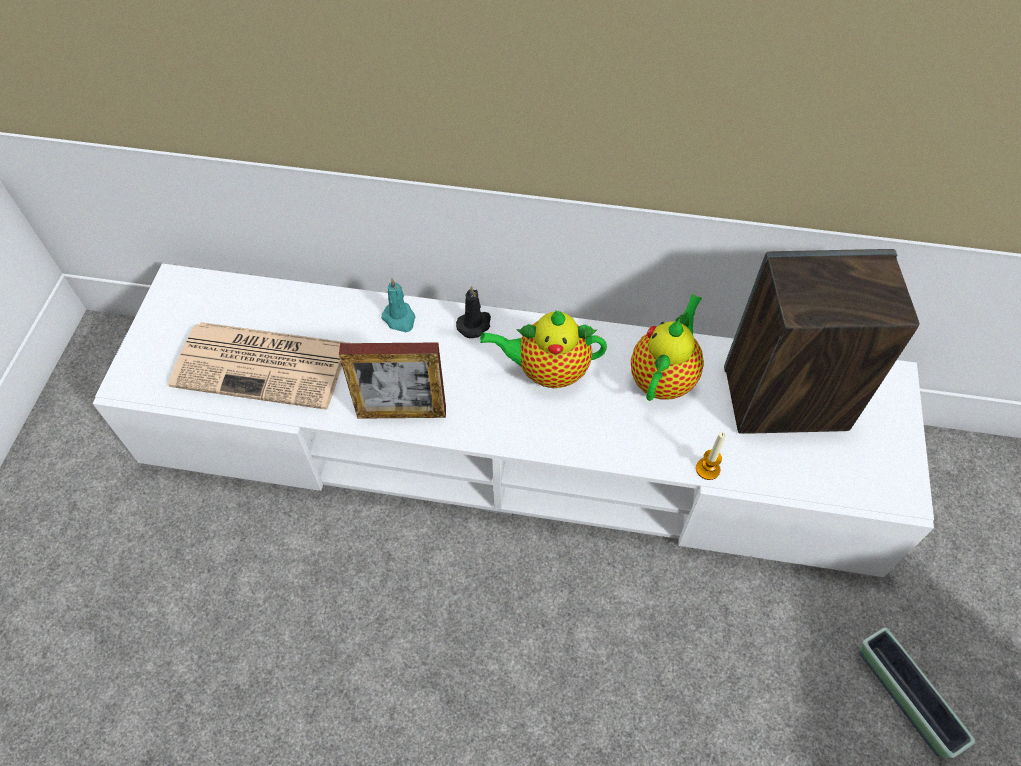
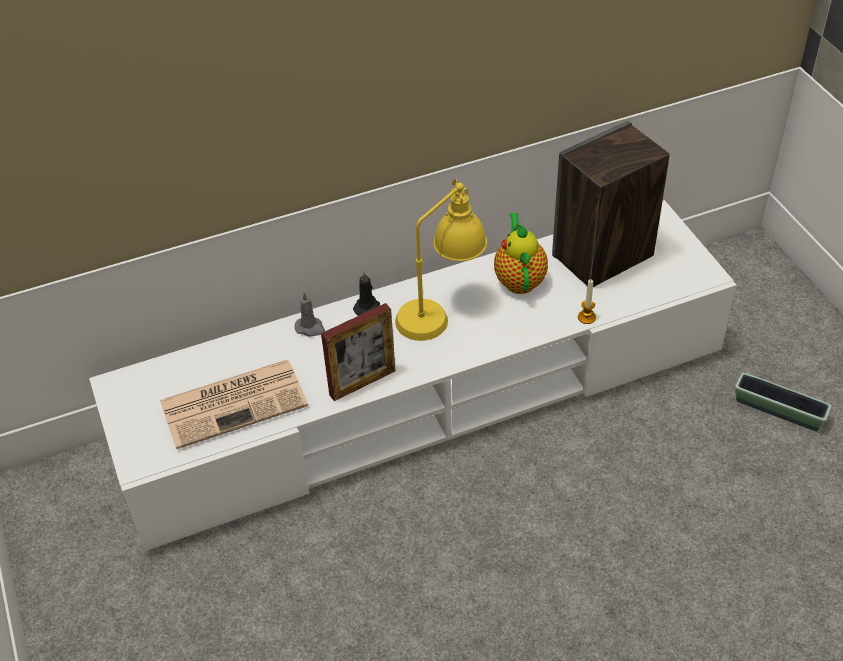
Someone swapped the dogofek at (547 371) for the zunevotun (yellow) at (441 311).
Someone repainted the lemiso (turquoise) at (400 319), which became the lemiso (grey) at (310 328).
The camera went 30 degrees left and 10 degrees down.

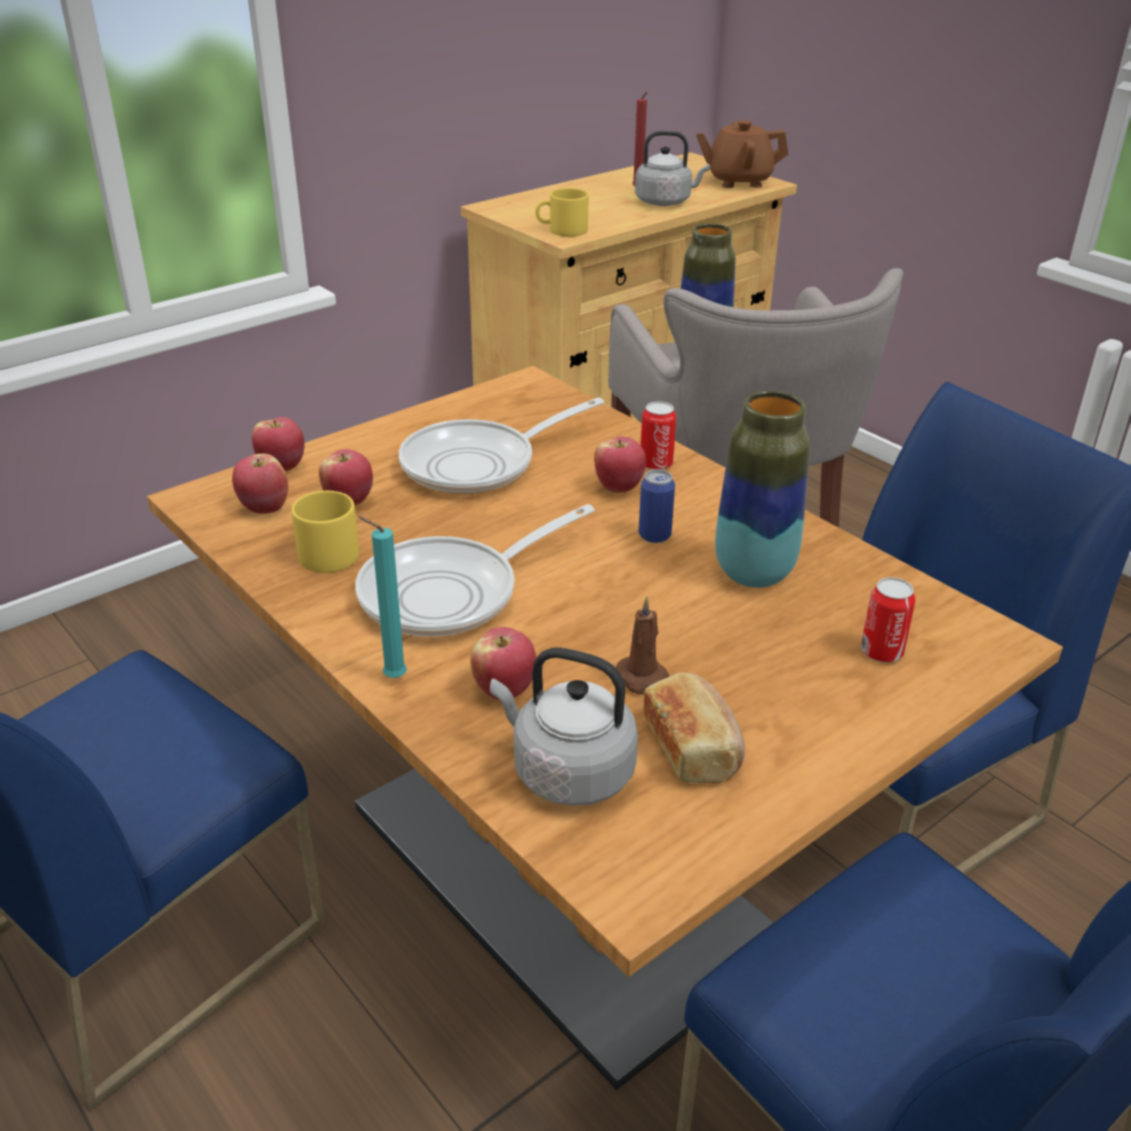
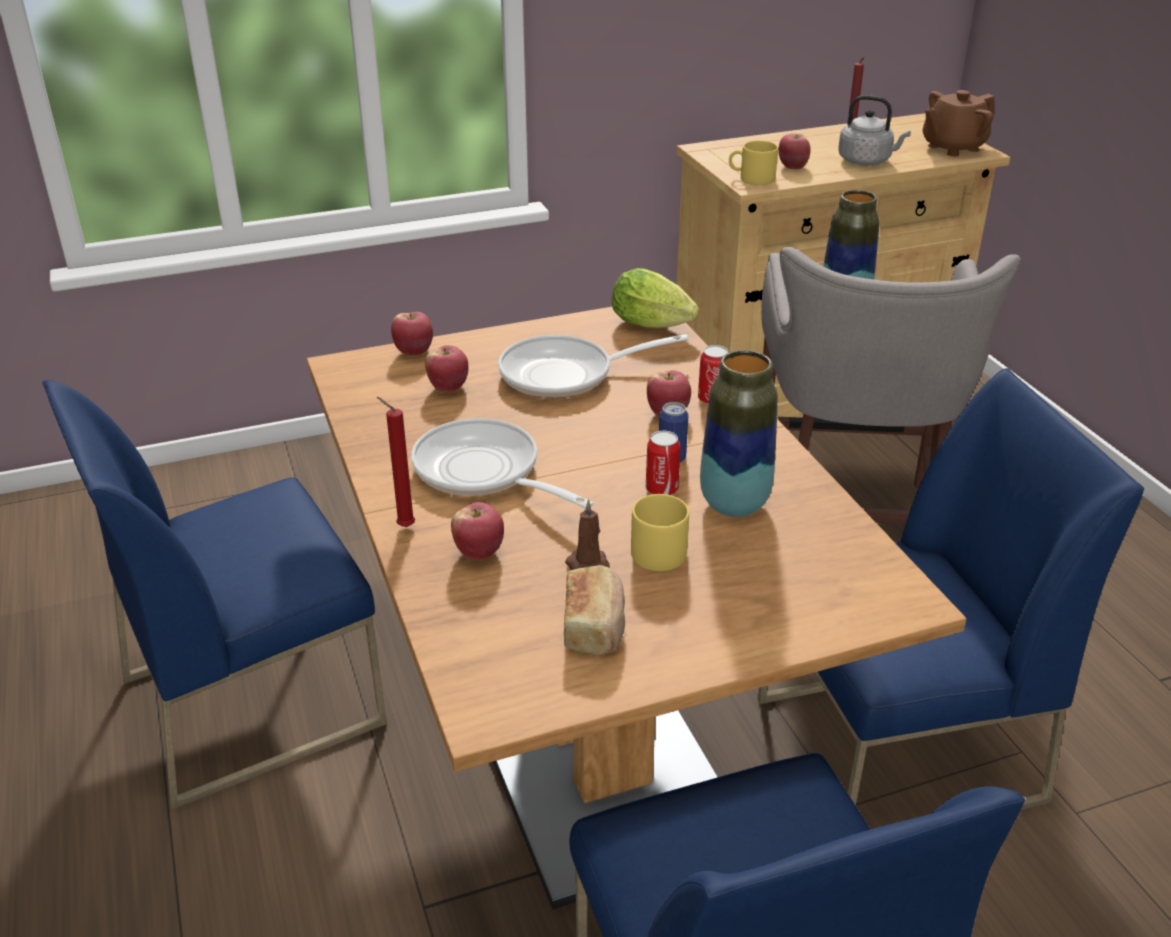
Someone took away the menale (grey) at (567 772).
Someone put down the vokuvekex at (655 326).
Someone carried the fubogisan from (264 507) to (792 167).
Someone carried the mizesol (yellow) from (324 551) to (655 547).
Someone carried the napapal from (881 652) to (662 489).
Someone repainted the lemiso (turquoise) at (391 678), which became the lemiso (red) at (403 526).
Someone rotated the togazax at (451 593) by 60 degrees clockwise.
Someone rotated the dogofek (brown) at (738 181) by 45 degrees counterclockwise.
The camera went 20 degrees right and 0 degrees up.

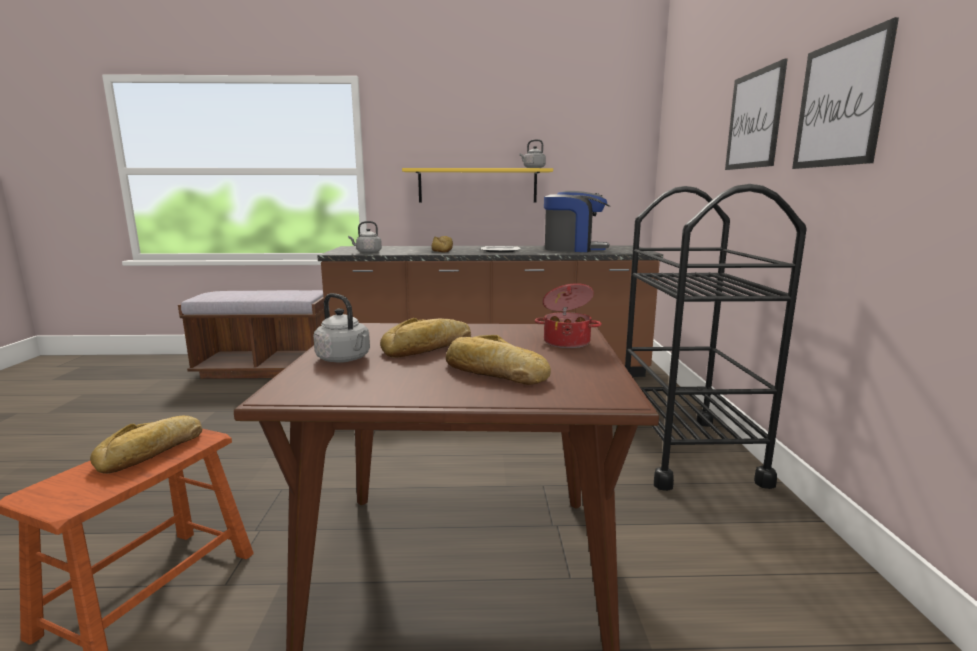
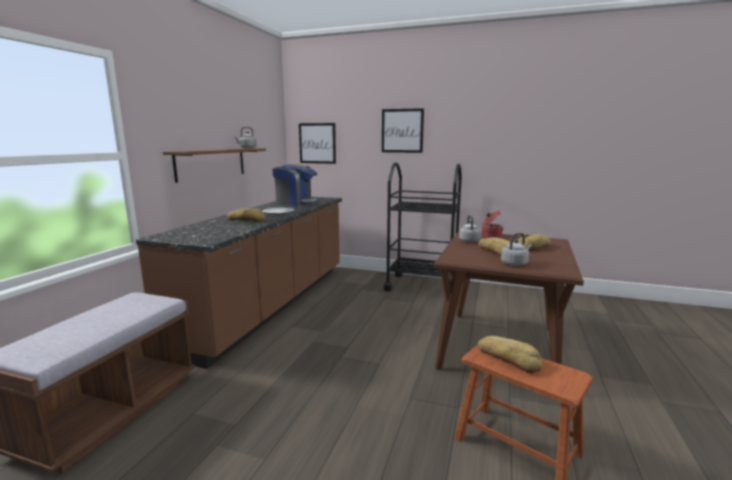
Someone carried the menale (grey) from (367 252) to (470 241).
Someone carried the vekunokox from (840 103) to (317 143).
Someone repainted the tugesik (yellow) at (477 186), which became the tugesik (brown) at (211 163).
Someone rotated the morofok at (574 249) by 75 degrees clockwise.
The camera went 70 degrees left and 0 degrees up.

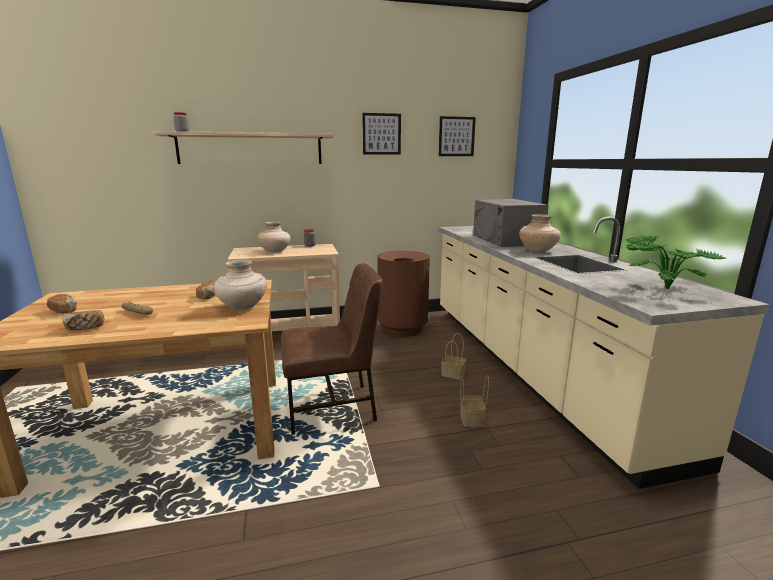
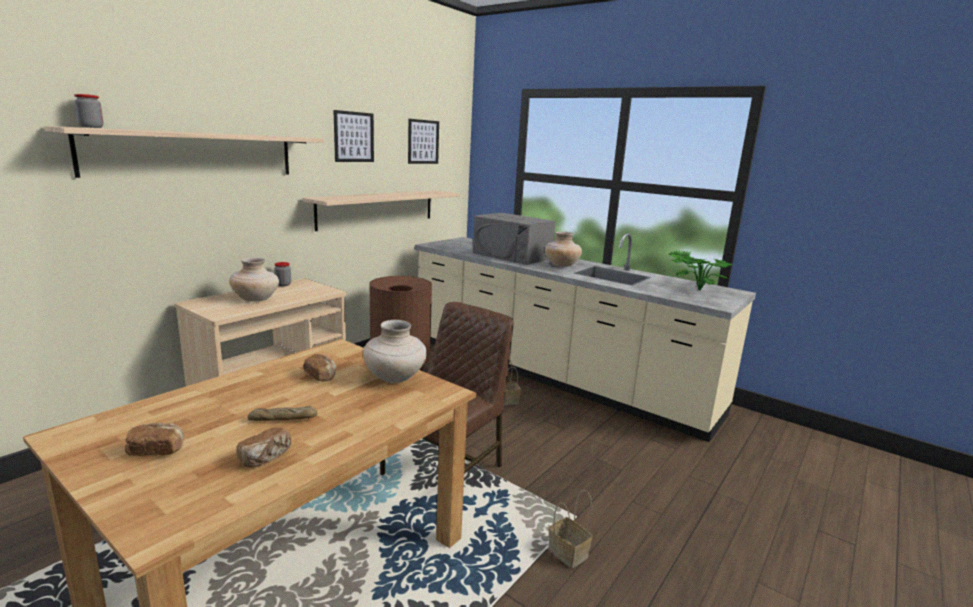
Someone put up the tugesik at (378 208).
Someone carried the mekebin from (472 420) to (569 553).
The camera went 40 degrees left and 0 degrees up.

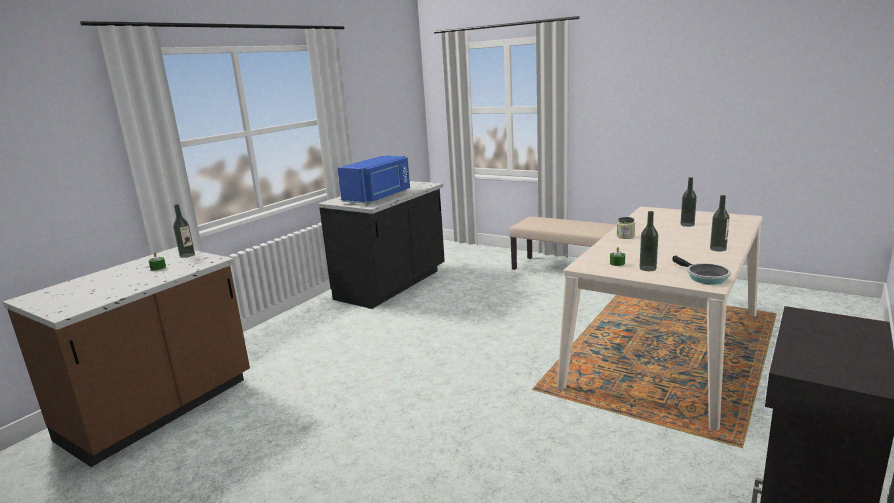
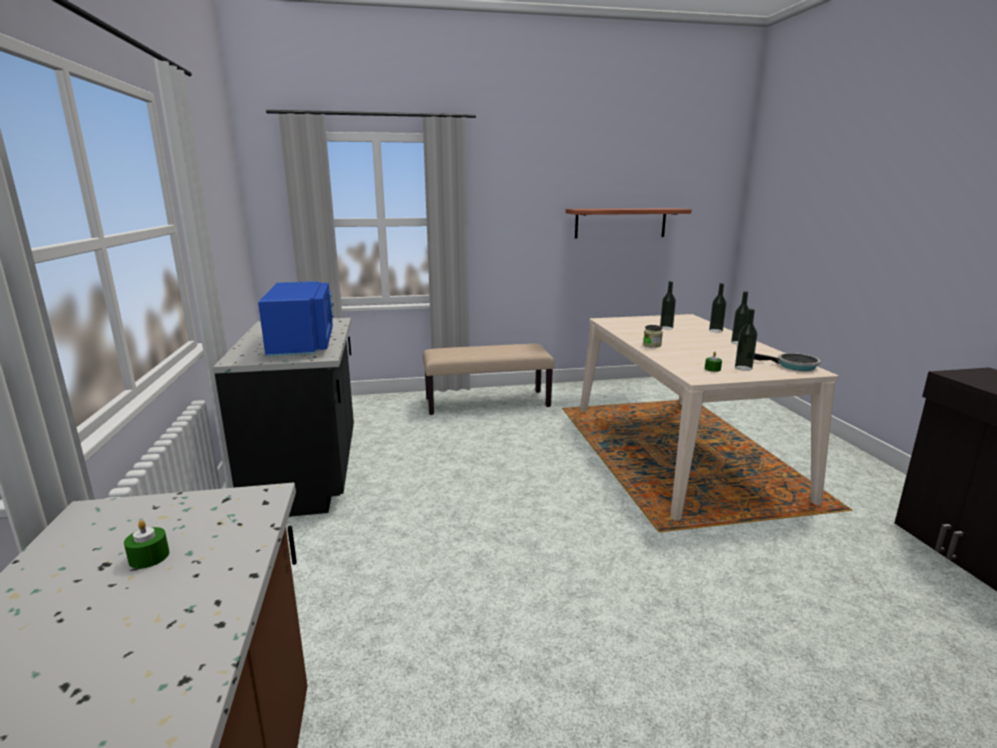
Someone put up the tugesik at (620 223).
Someone carried the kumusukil from (187 255) to (716 330).
The camera went 45 degrees left and 0 degrees up.

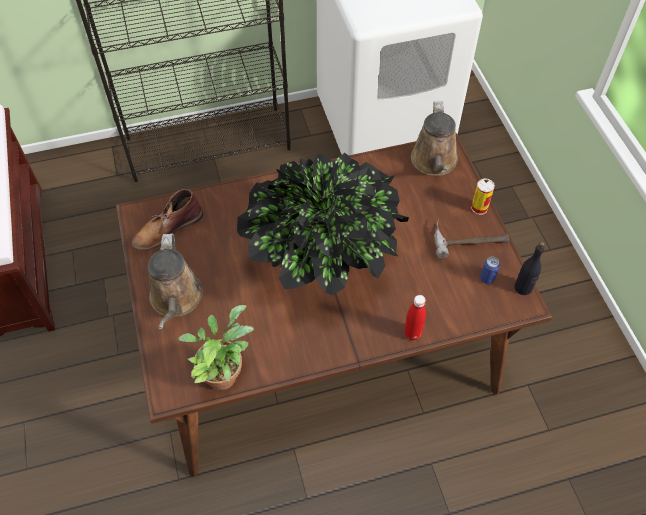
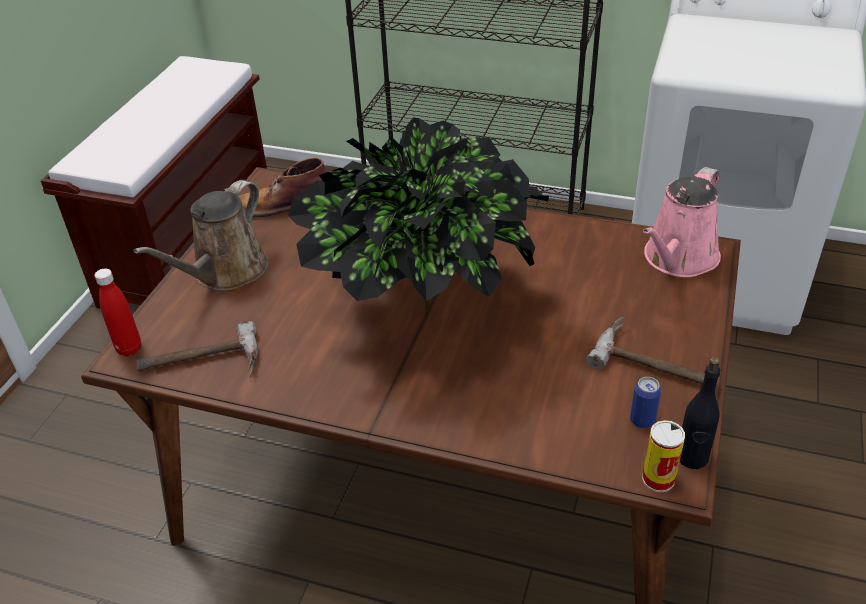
Someone carried the kumusukil (red) from (412 333) to (129 349).
Someone carried the napapal from (479 208) to (658 479).
Someone swapped the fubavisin at (223 372) for the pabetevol at (200 365).
Someone repainted the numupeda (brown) at (434 162), which became the numupeda (pink) at (678 259).
The camera went 35 degrees right and 15 degrees down.

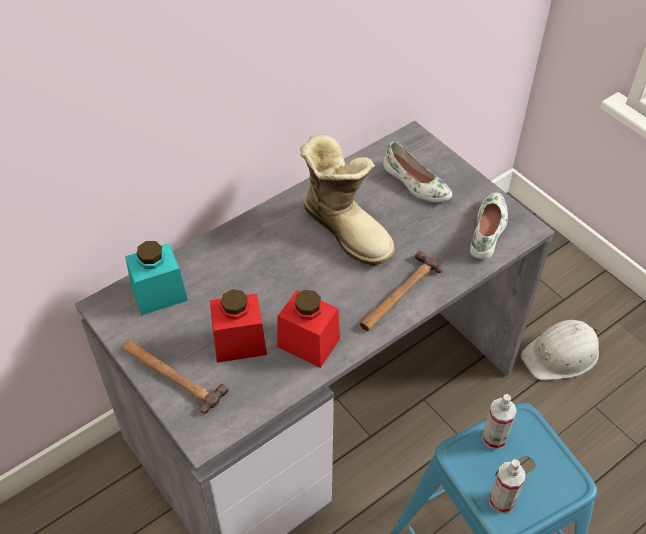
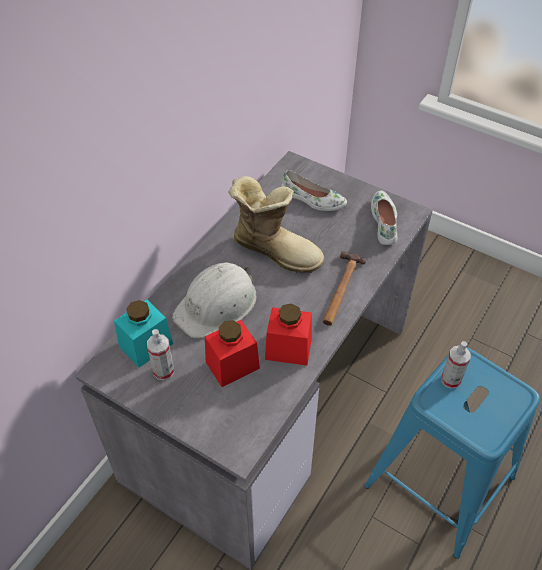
Someone took away the pabetevol at (171 375).
Someone carried the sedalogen from (501 501) to (163 371).
Someone carried the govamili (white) from (561 354) to (217 305).
The camera went 20 degrees left and 0 degrees up.

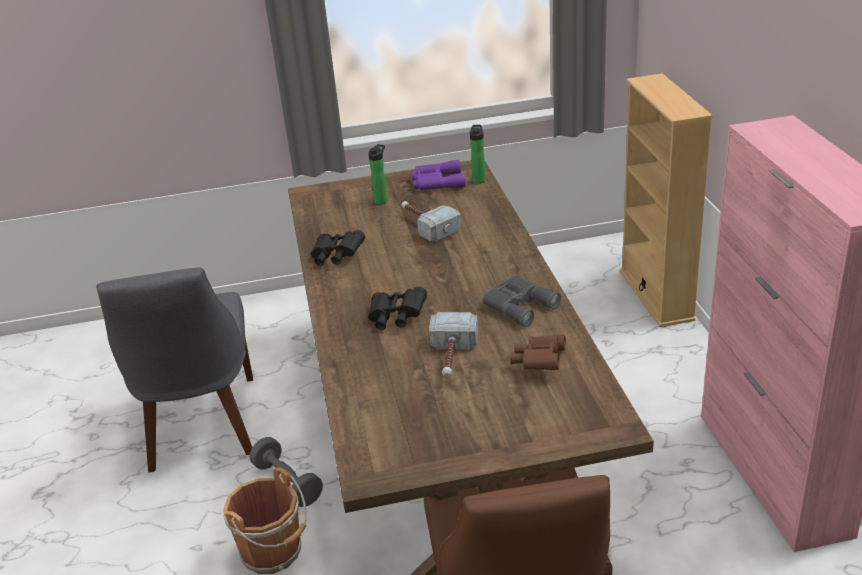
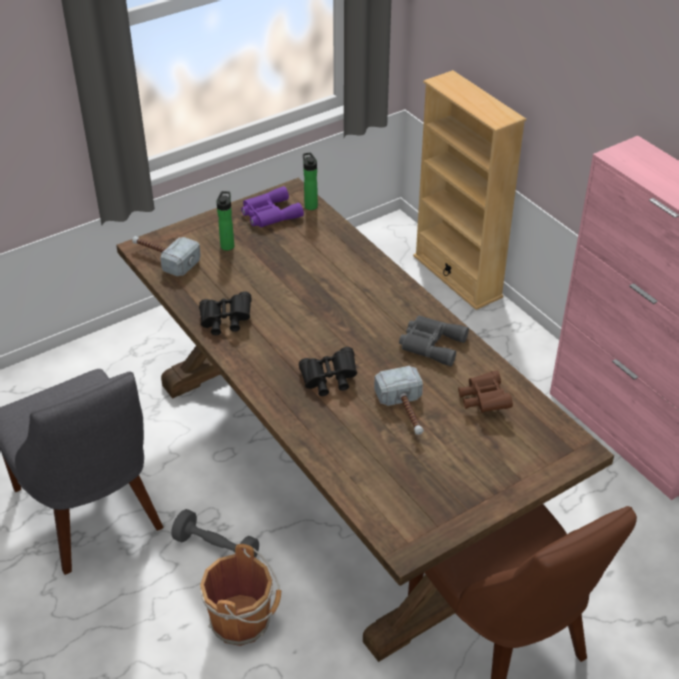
Someone carried the pabetevol from (426 225) to (163 258).
The camera went 25 degrees left and 10 degrees up.

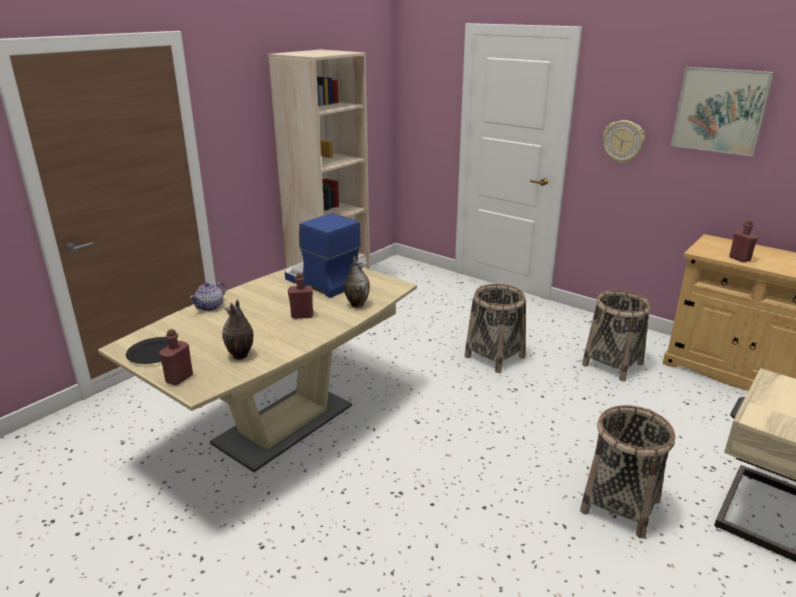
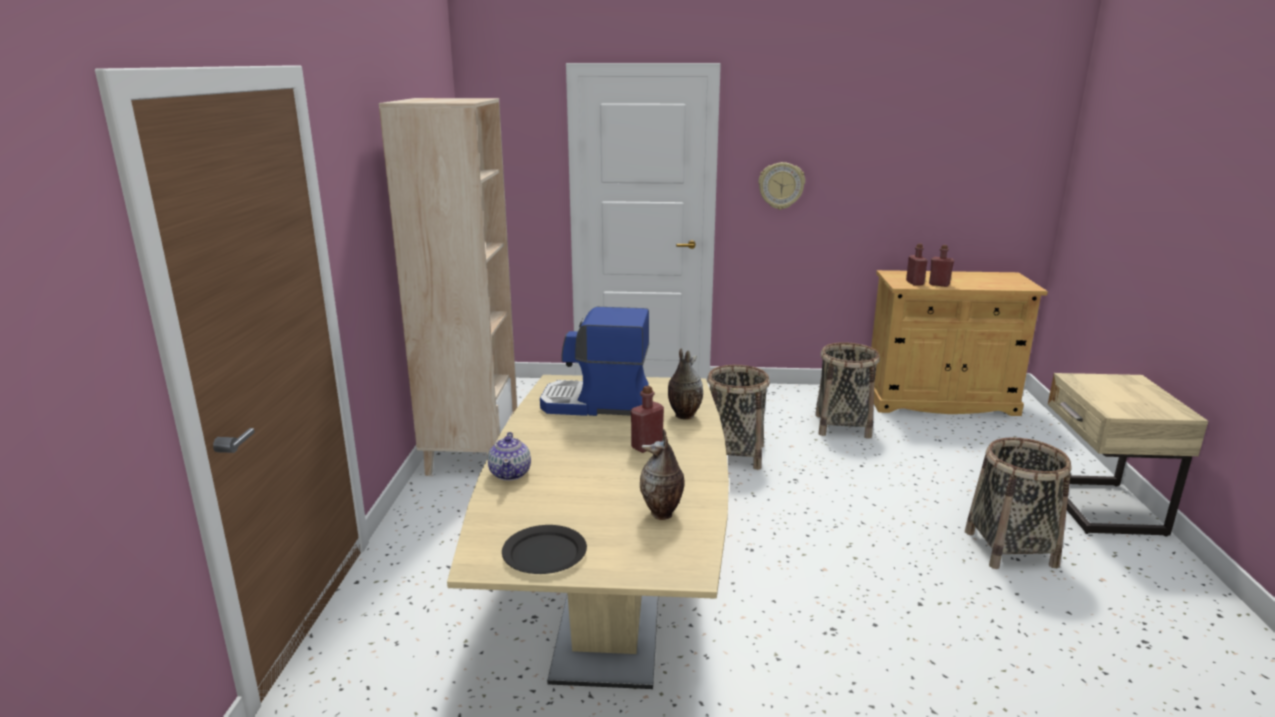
Someone took away the vekunokox at (720 110).
Someone carried the kumusukil (red) from (179 378) to (914 283).
The camera went 35 degrees left and 5 degrees down.

